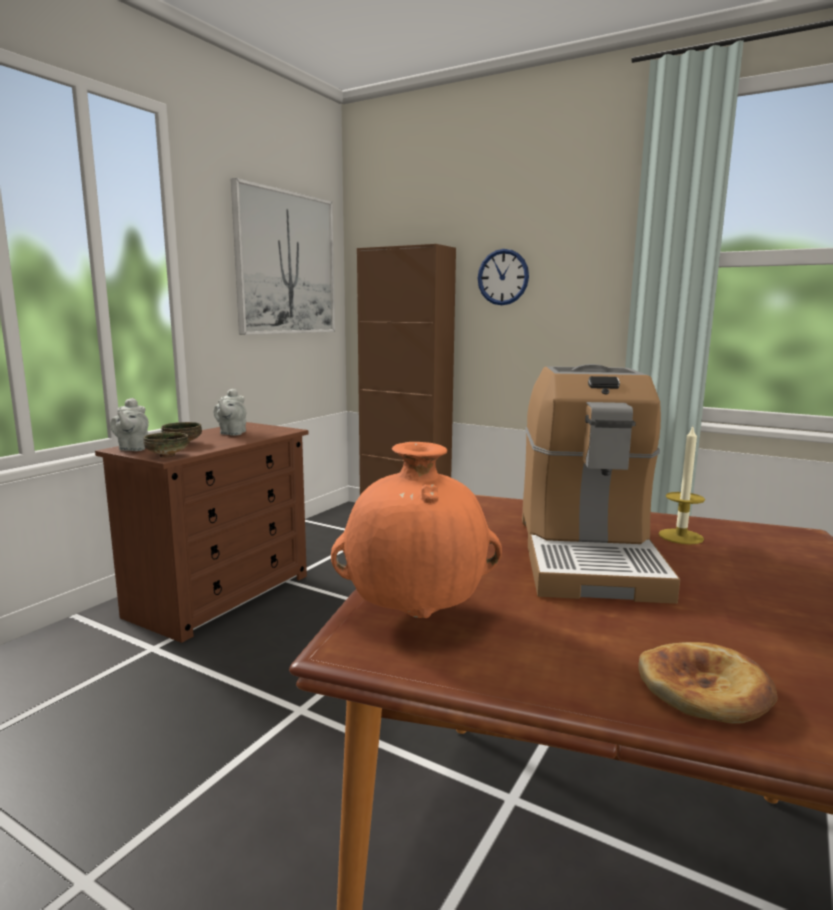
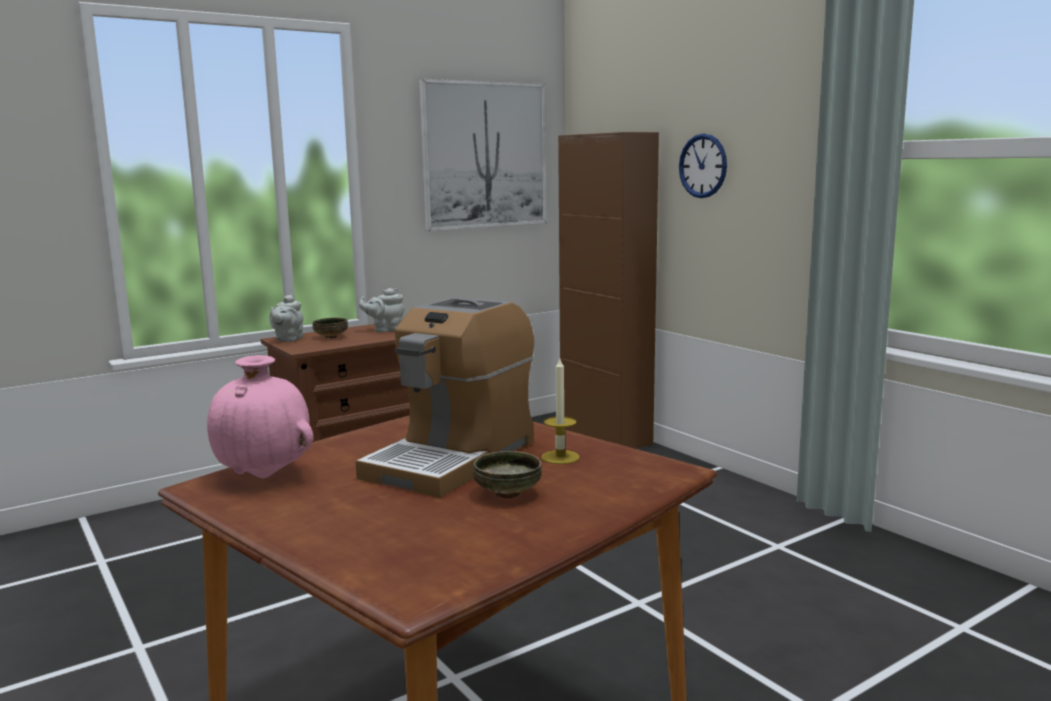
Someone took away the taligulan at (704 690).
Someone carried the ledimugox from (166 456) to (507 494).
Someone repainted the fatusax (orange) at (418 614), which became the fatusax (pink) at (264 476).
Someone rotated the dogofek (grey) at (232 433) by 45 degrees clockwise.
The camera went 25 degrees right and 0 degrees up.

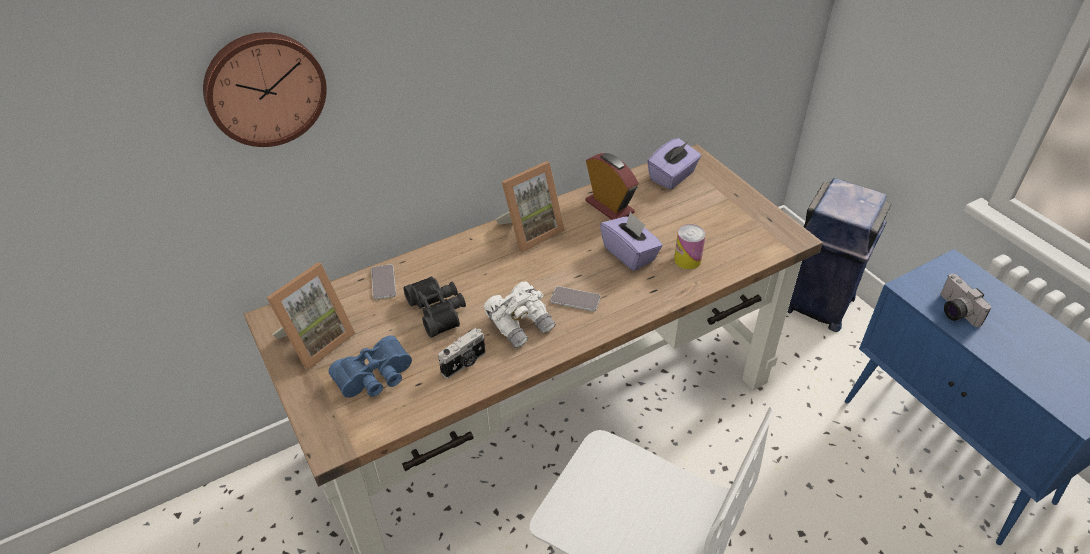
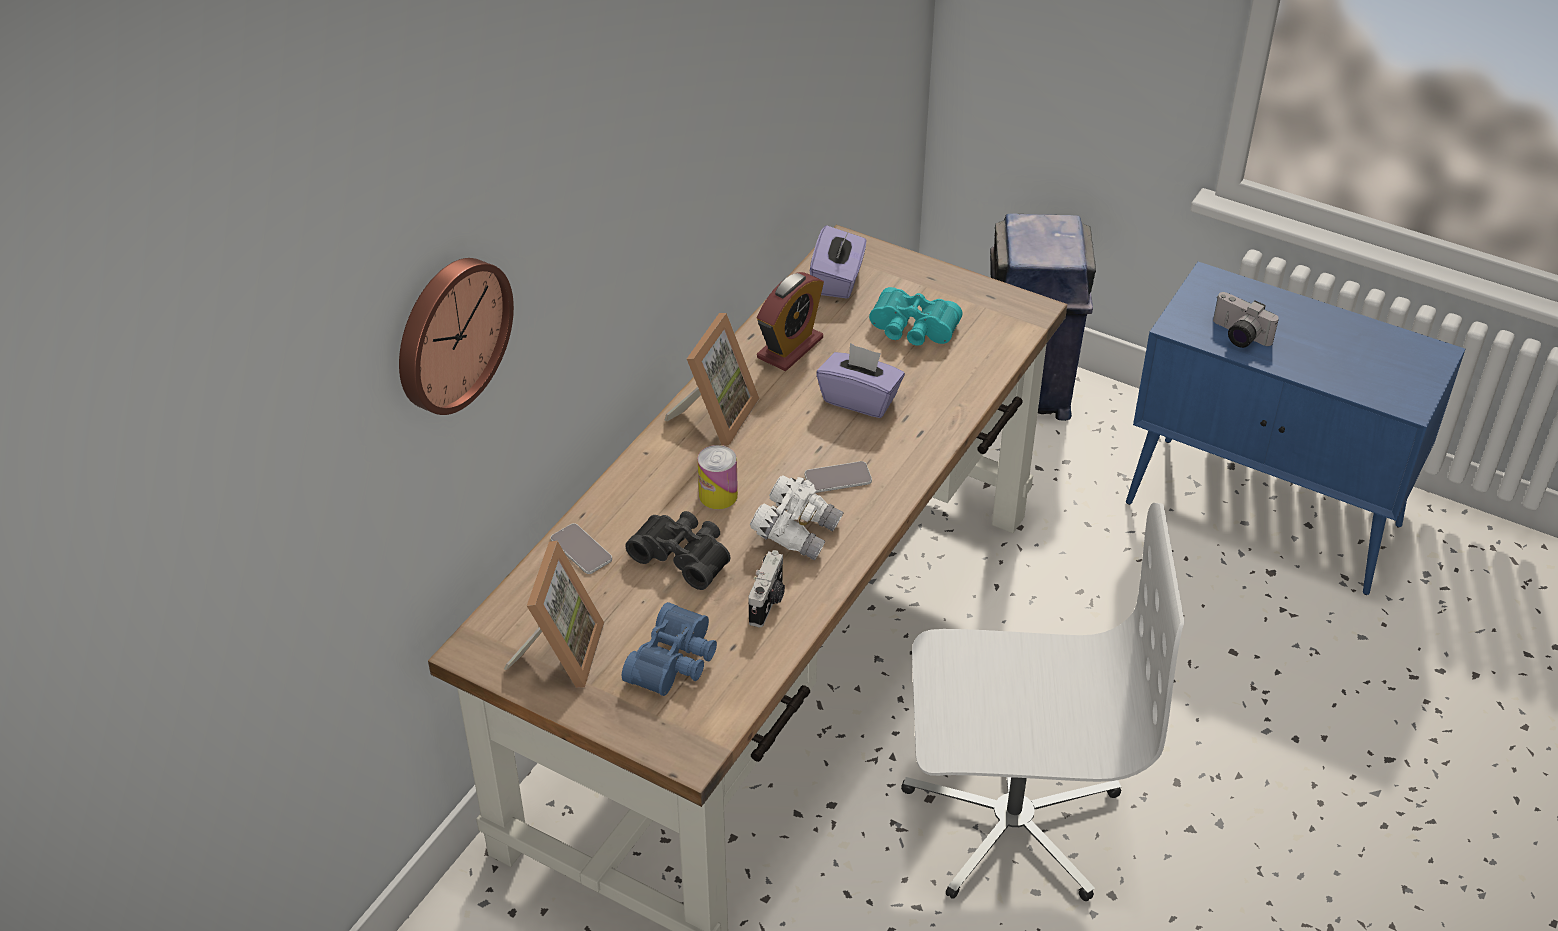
Someone put down the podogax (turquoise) at (912 331).
Someone carried the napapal from (687 260) to (718 495).
Someone rotated the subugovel at (609 207) by 105 degrees clockwise.
The camera went 30 degrees left and 0 degrees up.

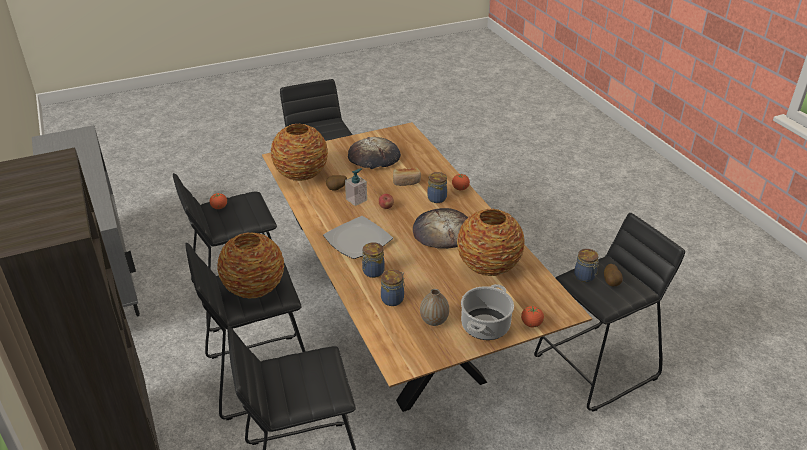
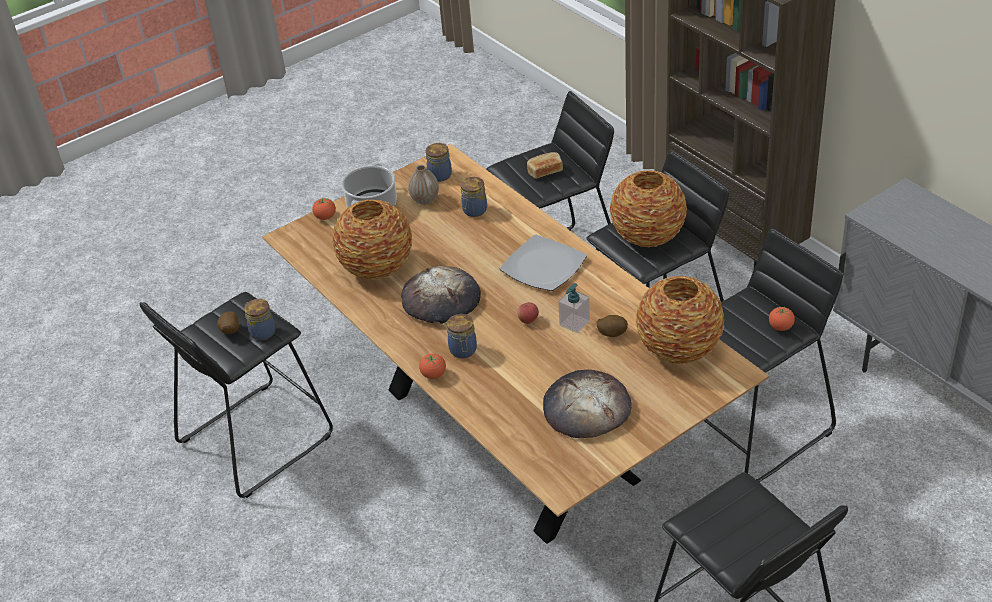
Someone carried the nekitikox from (372 272) to (440 175).
Someone carried the taligulan from (406 182) to (545 171).
The camera went 170 degrees right and 5 degrees up.

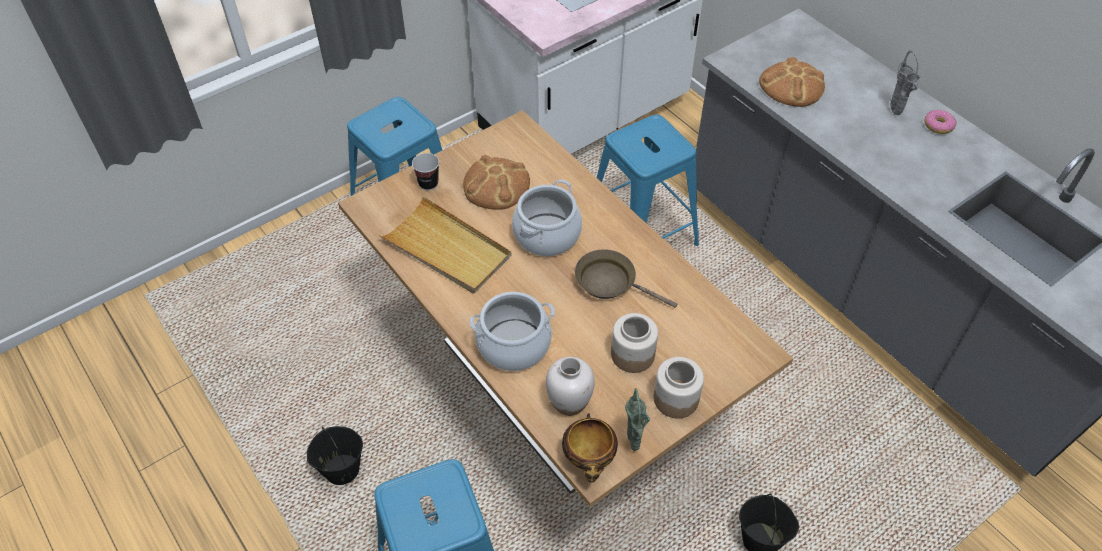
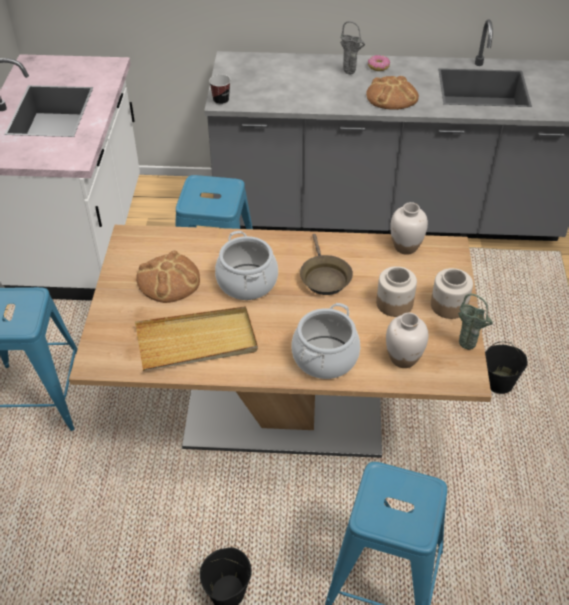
Someone took away the ledimugox at (589 460).
Someone put down the fatusax (white) at (405 247).
Someone carried the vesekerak from (428 183) to (221 101).
Someone carried the taligulan from (791 86) to (391 96).
Someone rotated the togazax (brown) at (610 282) by 75 degrees counterclockwise.
The camera went 50 degrees left and 5 degrees down.

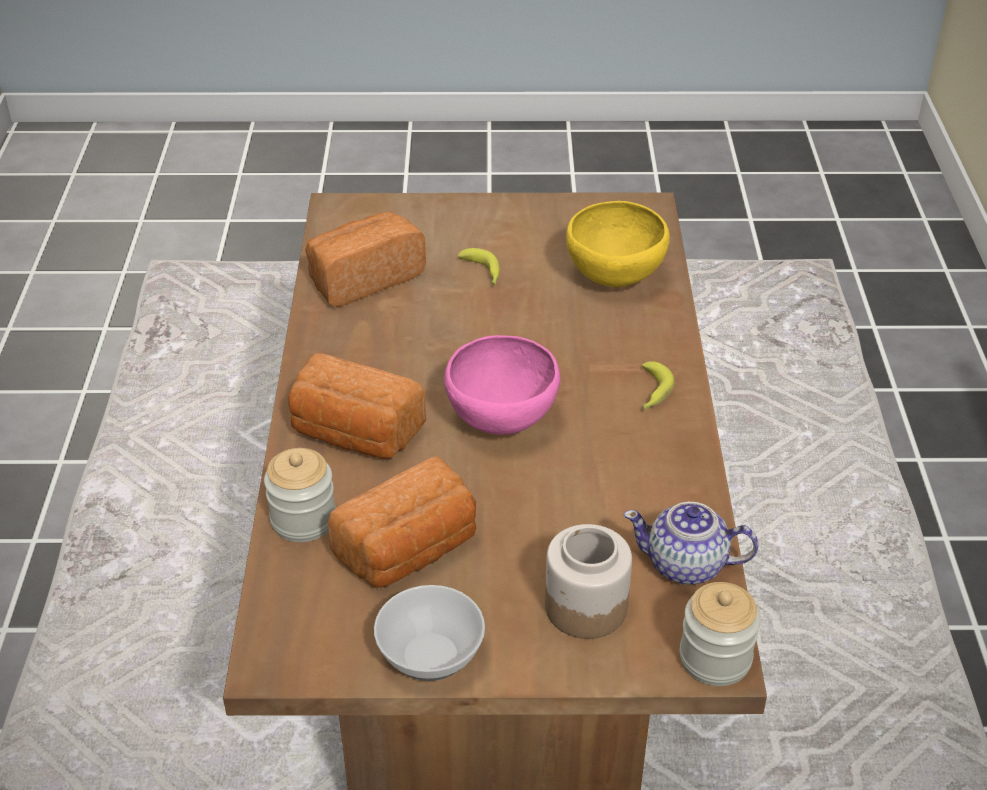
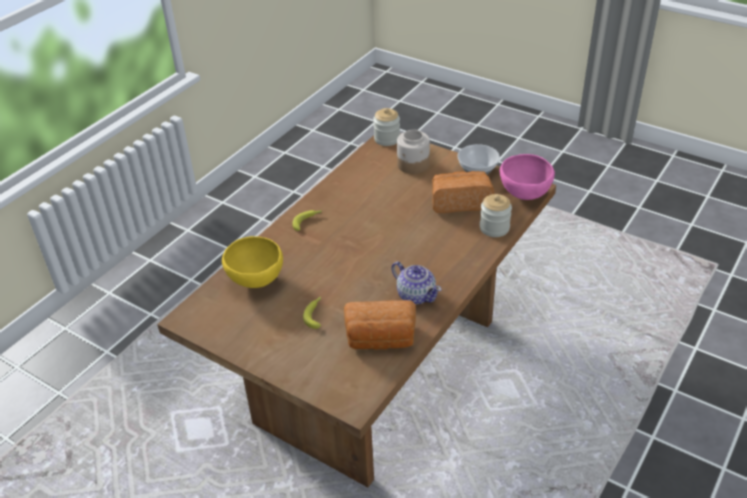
Someone took away the taligulan at (354 434).
Someone carried the ledimugox (pink) from (502 422) to (524 195).
Someone carried the dogofek from (687 565) to (416 295).
The camera went 145 degrees left and 0 degrees up.

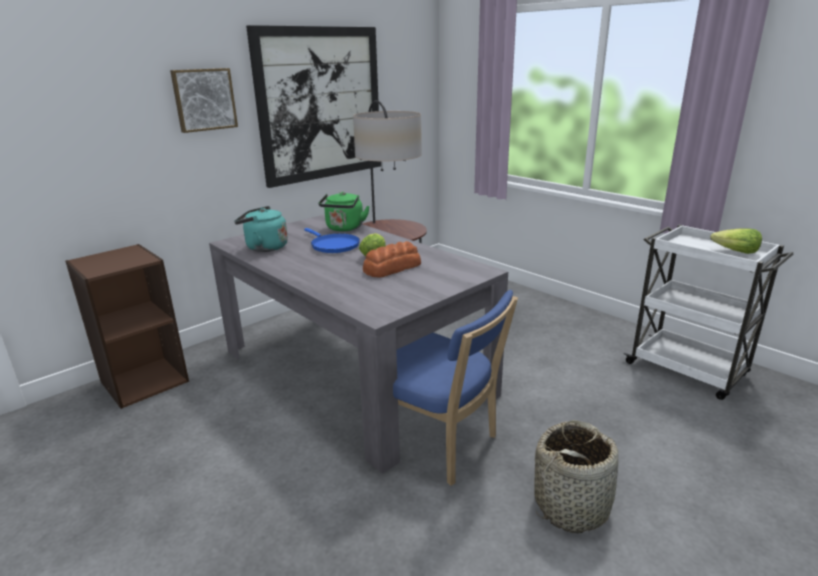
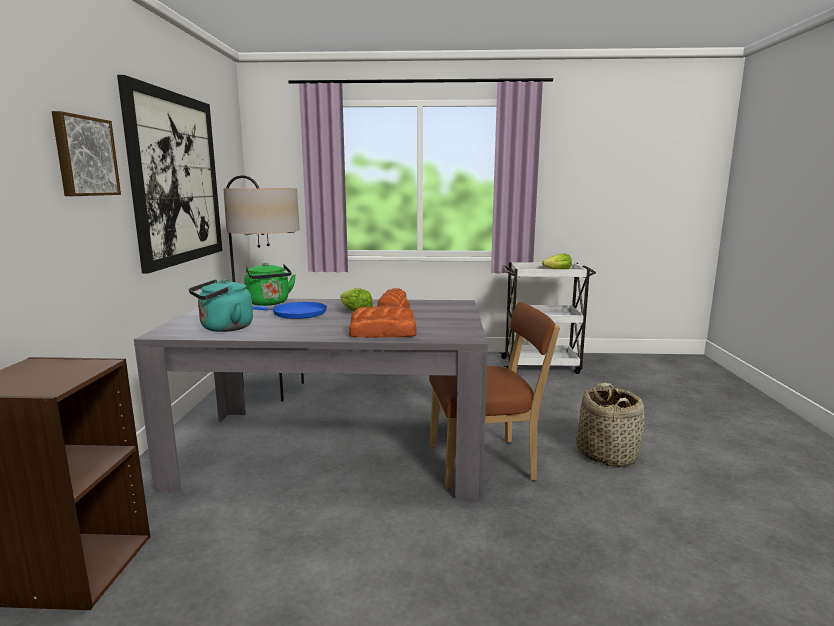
Someone put down the taligulan at (383 333).
Someone repainted the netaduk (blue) at (440 444), which became the netaduk (brown) at (486 462).
The camera went 45 degrees left and 10 degrees down.

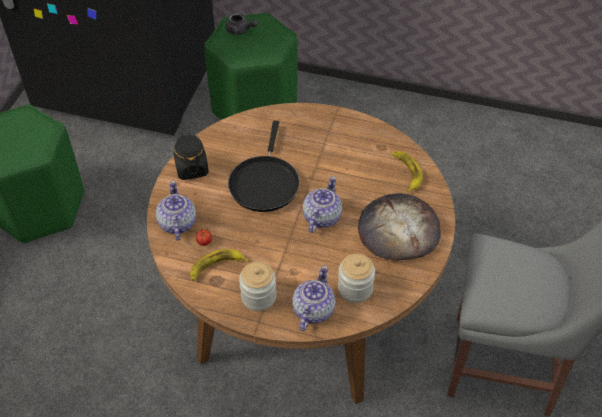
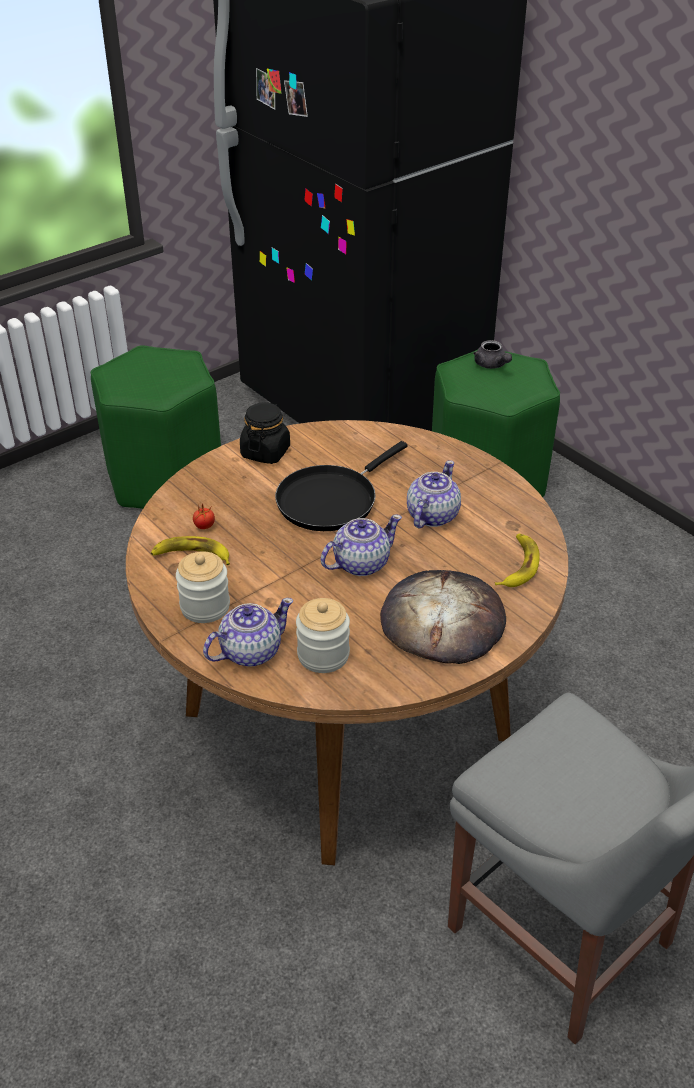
Someone carried the dogofek from (177 224) to (431 516).
The camera went 35 degrees right and 10 degrees down.

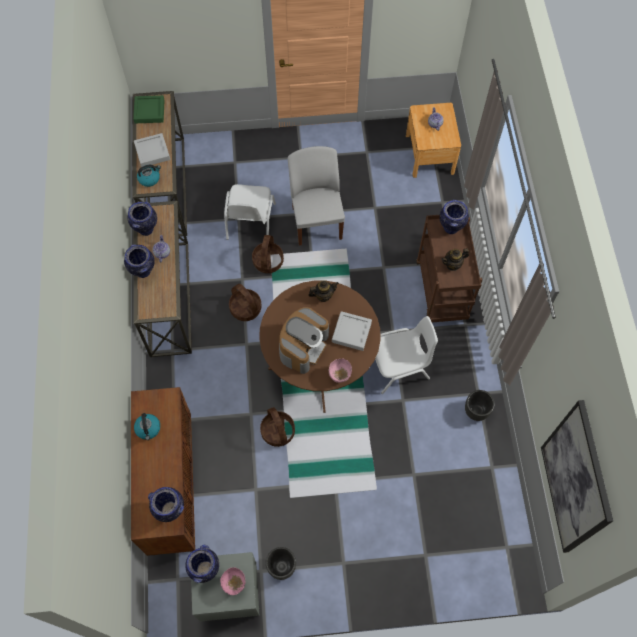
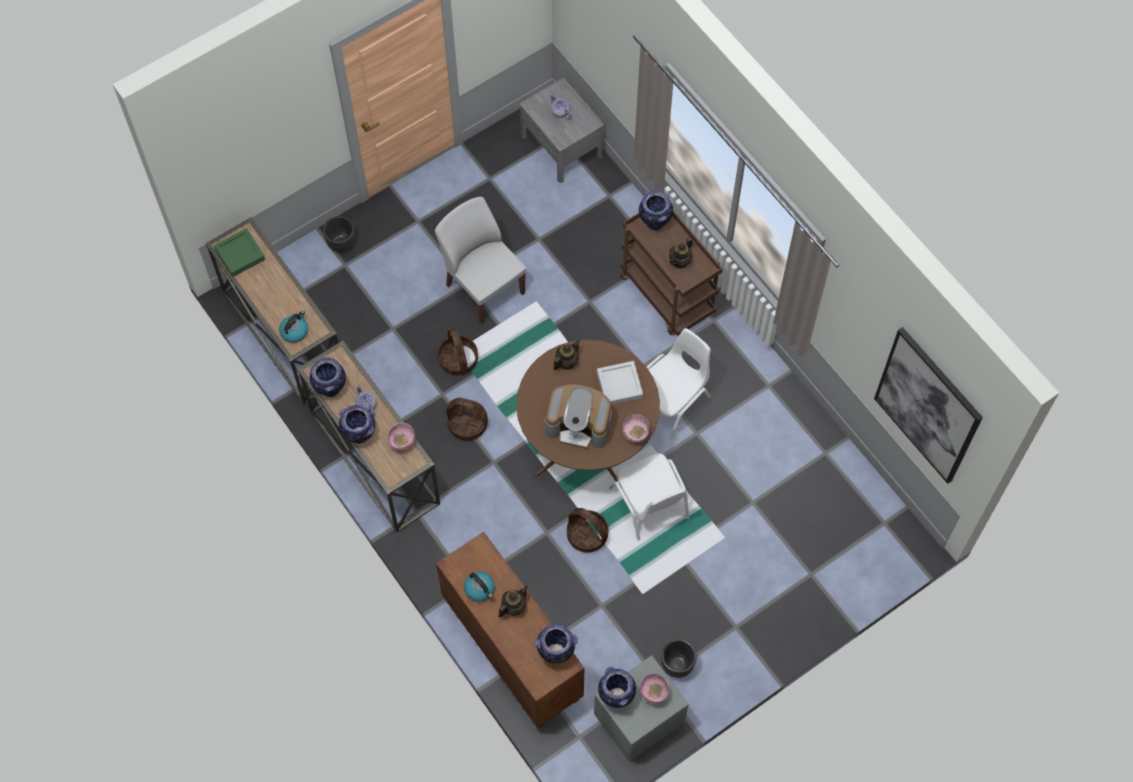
Someone took away the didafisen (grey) at (152 152).
Someone put down the ledimugox (pink) at (402 443).
Someone put down the dogofek at (513 607).
Someone carried the netaduk (white) from (250 222) to (650 504).
Someone carried the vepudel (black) from (476 411) to (342 244).
Someone repainted the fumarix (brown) at (429 154), which became the fumarix (grey) at (562 146).
Someone rotated the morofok at (303 346) by 105 degrees clockwise.
The camera went 30 degrees left and 0 degrees up.

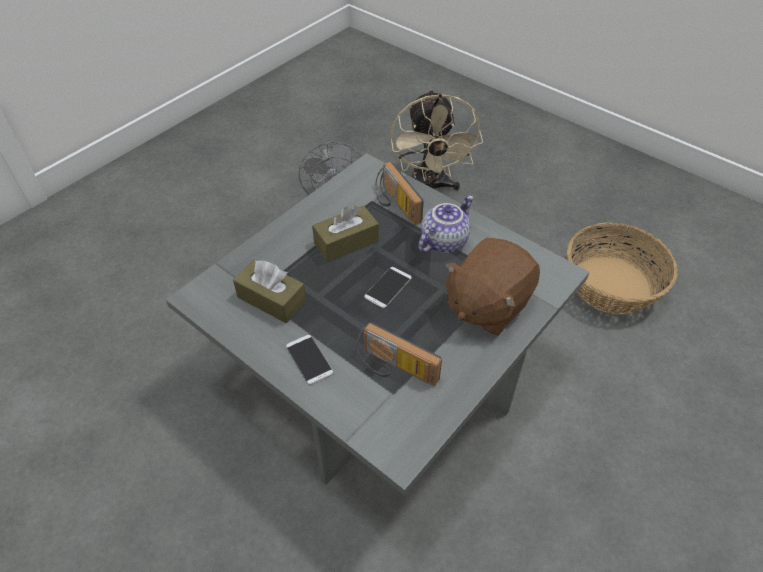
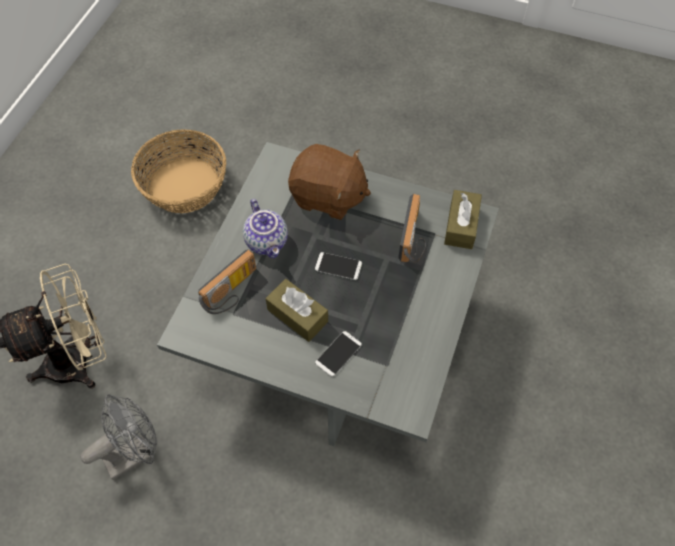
Someone carried the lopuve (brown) from (272 299) to (461 225).
Someone carried the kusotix from (309 359) to (338 354).
Someone rotated the dogofek at (443 241) by 135 degrees counterclockwise.
The camera went 110 degrees left and 10 degrees up.

